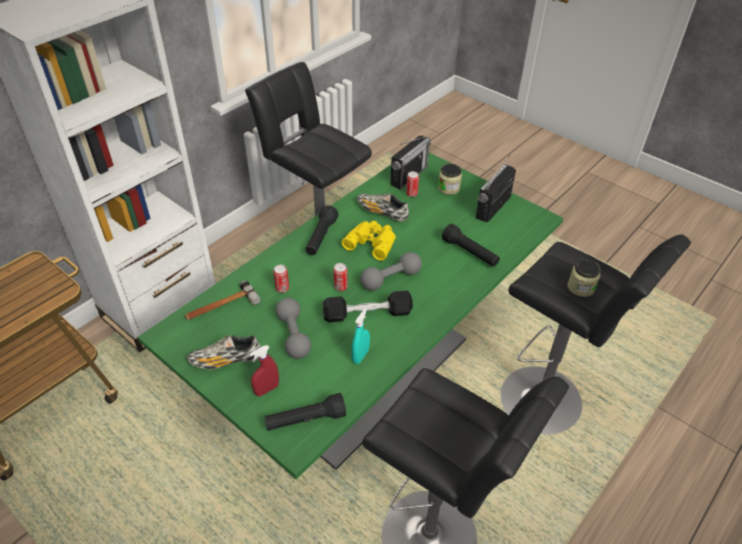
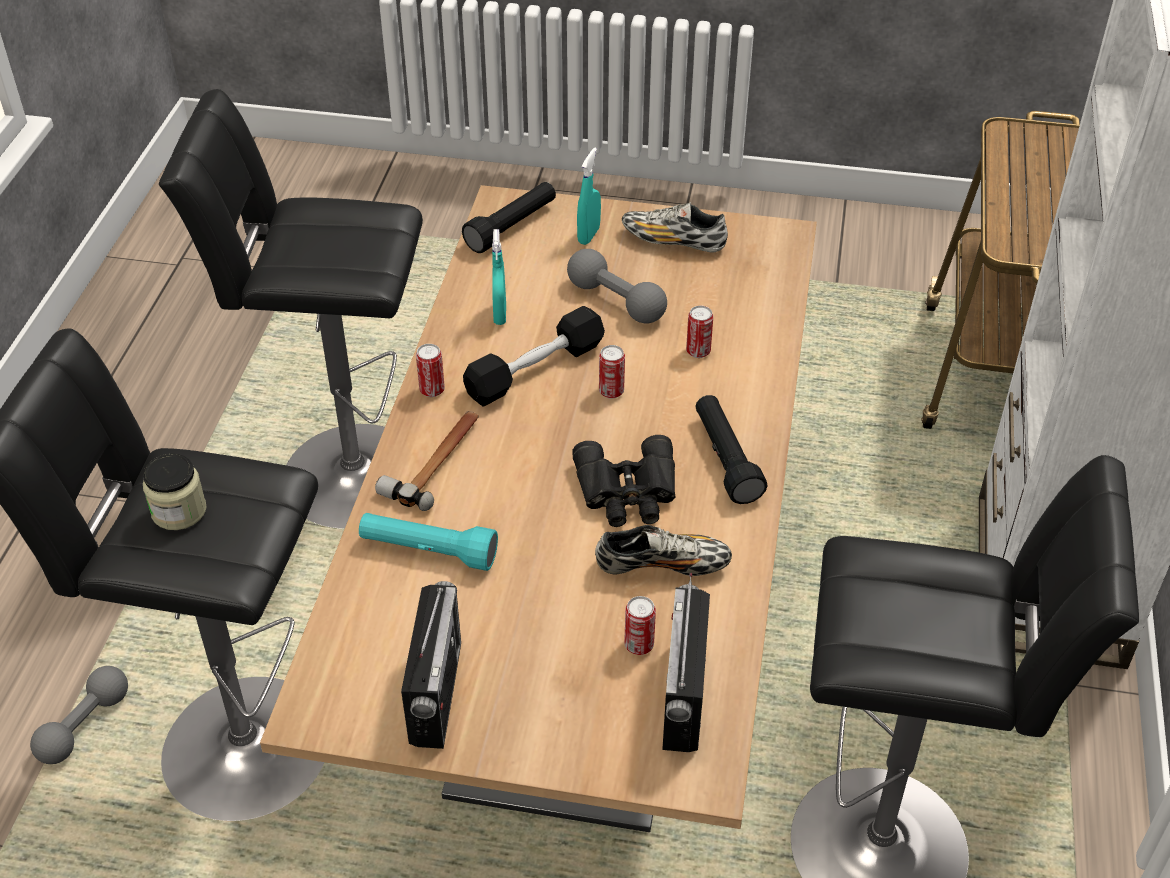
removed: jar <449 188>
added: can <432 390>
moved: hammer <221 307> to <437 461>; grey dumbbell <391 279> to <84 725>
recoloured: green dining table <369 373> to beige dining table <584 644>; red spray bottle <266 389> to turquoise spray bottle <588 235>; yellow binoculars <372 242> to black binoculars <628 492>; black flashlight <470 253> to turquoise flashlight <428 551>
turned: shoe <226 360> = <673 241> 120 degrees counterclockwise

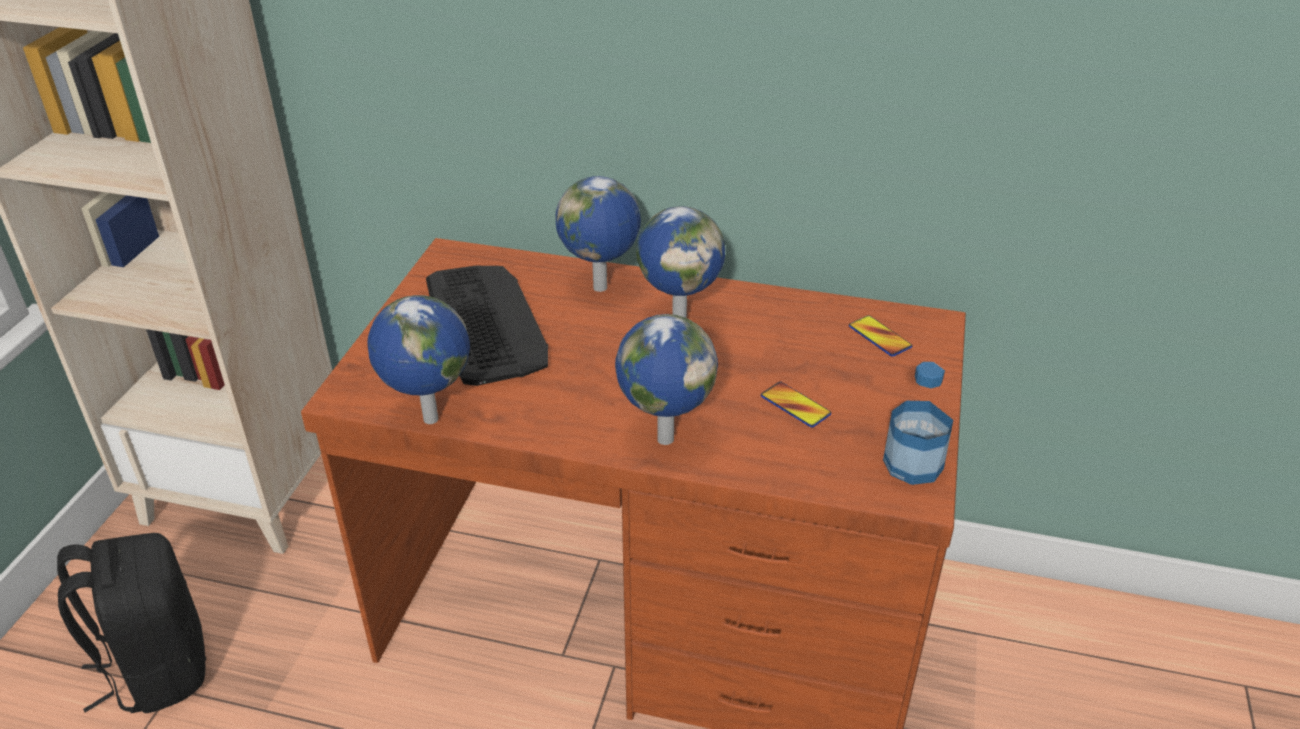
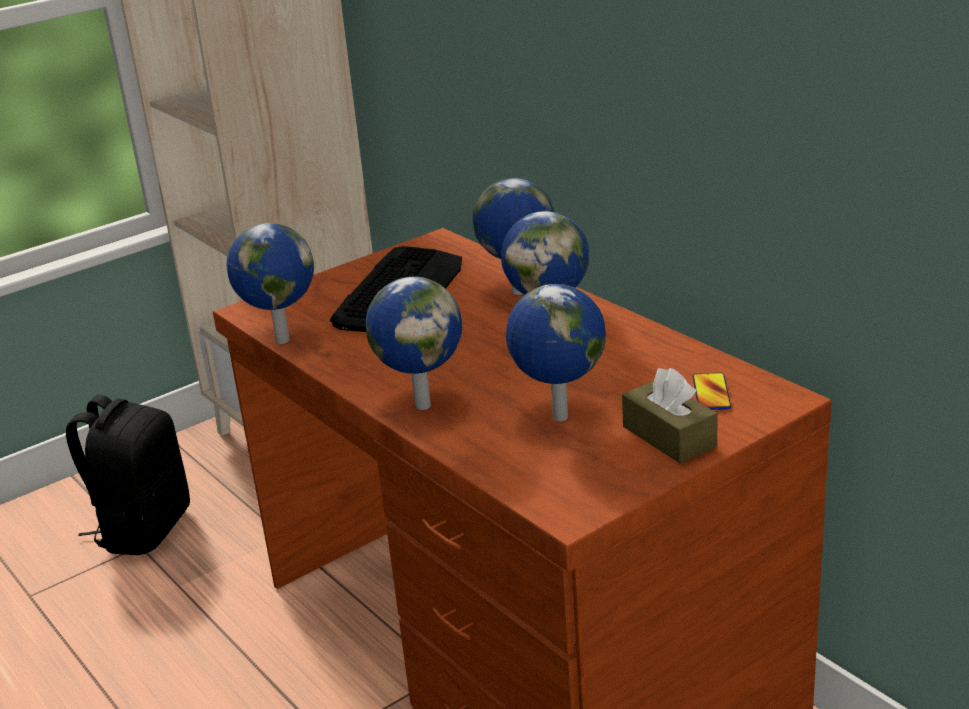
removed: bottle <913 464>
added: brown tissue box <669 437>
replaced: phone <795 405> to globe <558 417>

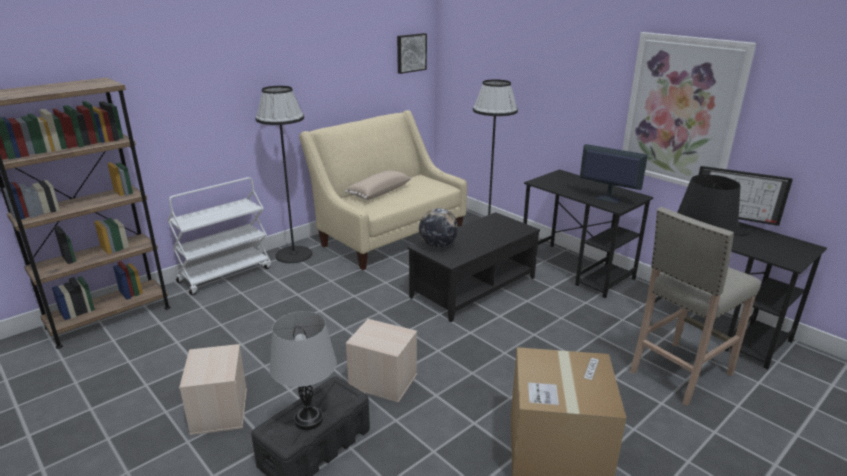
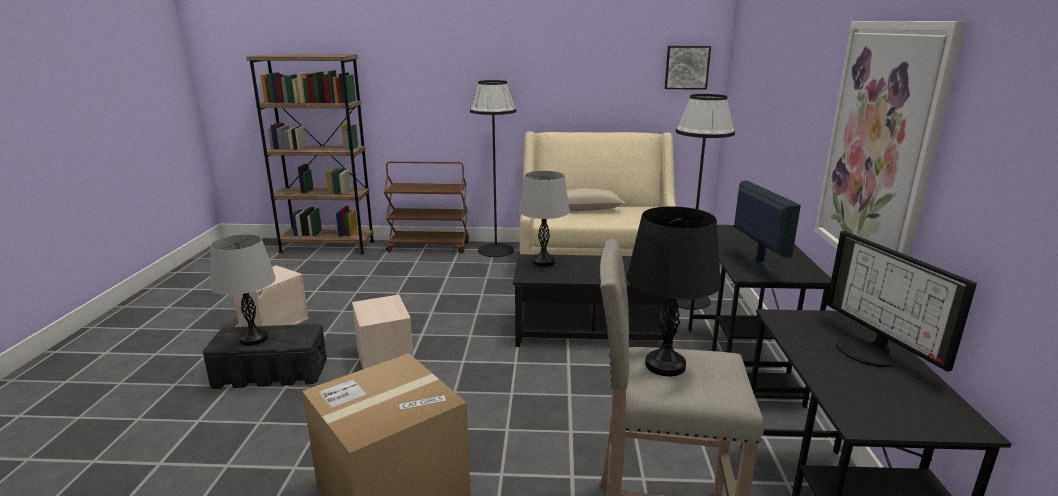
replaced: globe <438 245> to grey table lamp <543 262>
recoloured: white cart <225 274> to brown cart <429 246>

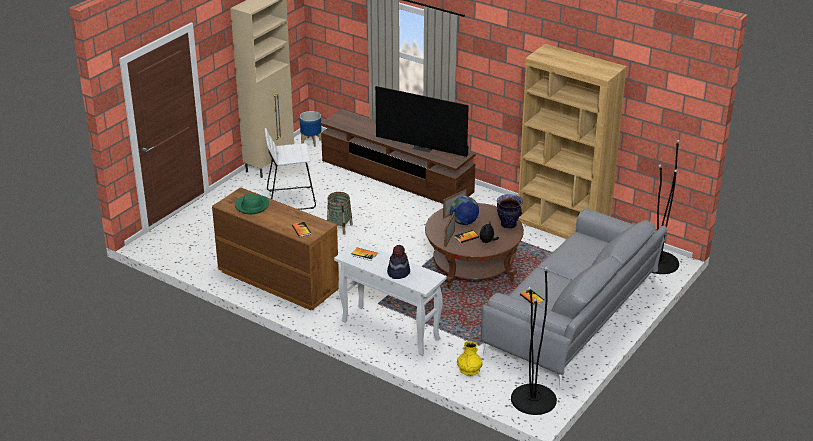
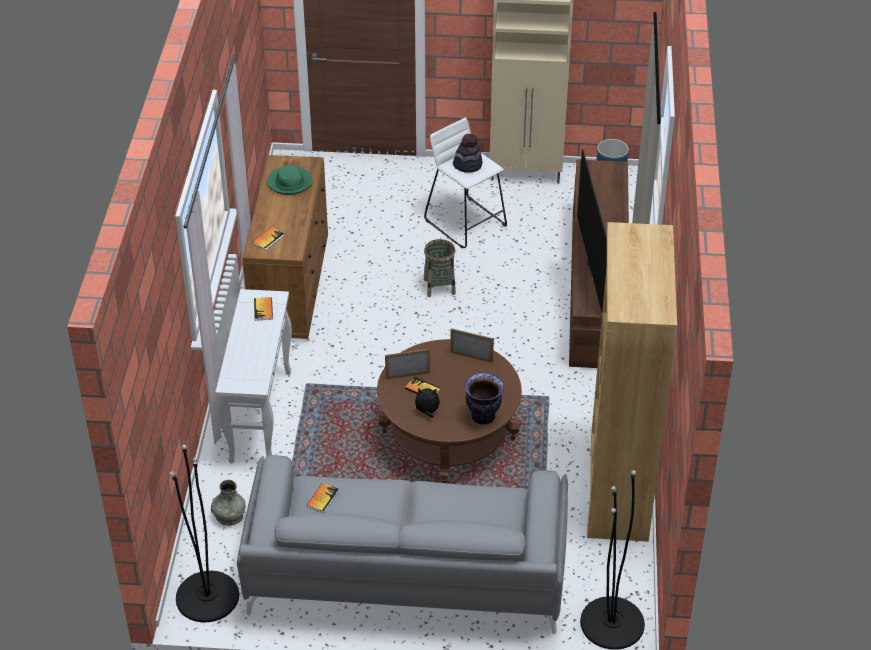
removed: globe <464 222>
moved: hat <398 272> to <467 165>
recoloured: yellow vase <469 370> to grey vase <229 515>

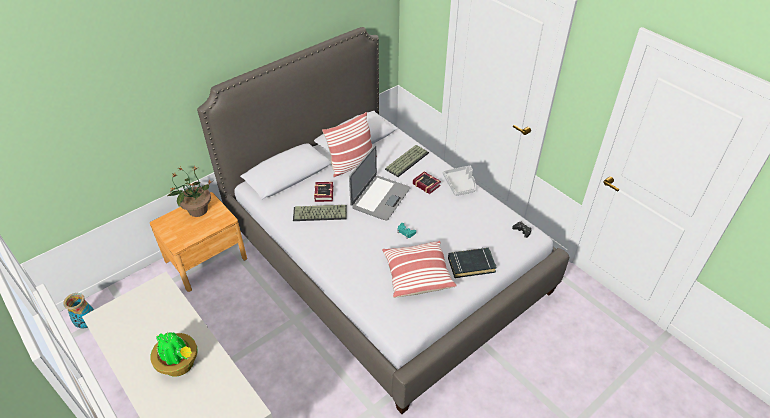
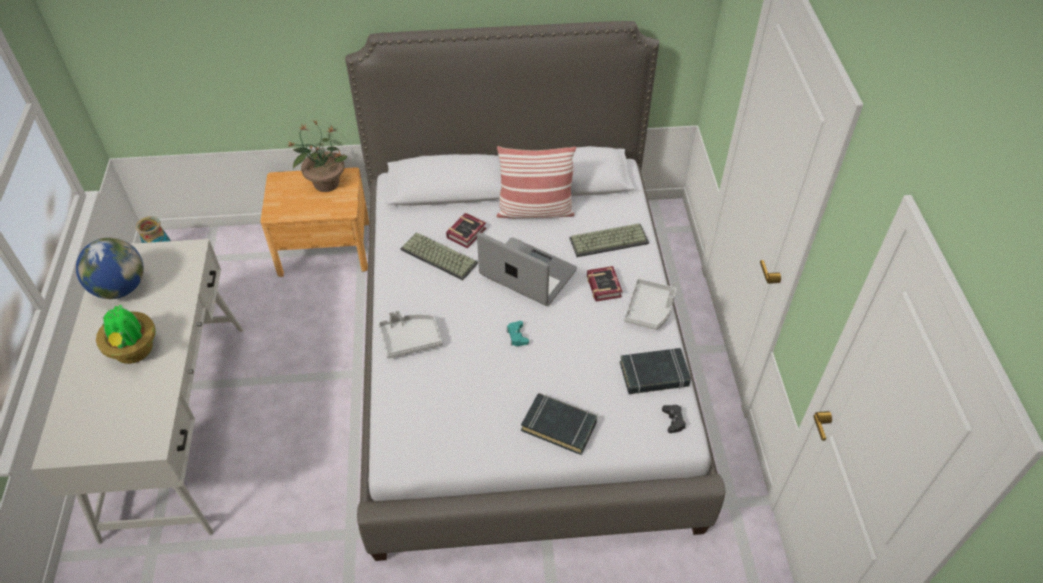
removed: pillow <417 275>
added: globe <120 288>; grey tray <410 339>; black book <654 375>
turned: laptop <380 198> = <527 274> 120 degrees counterclockwise

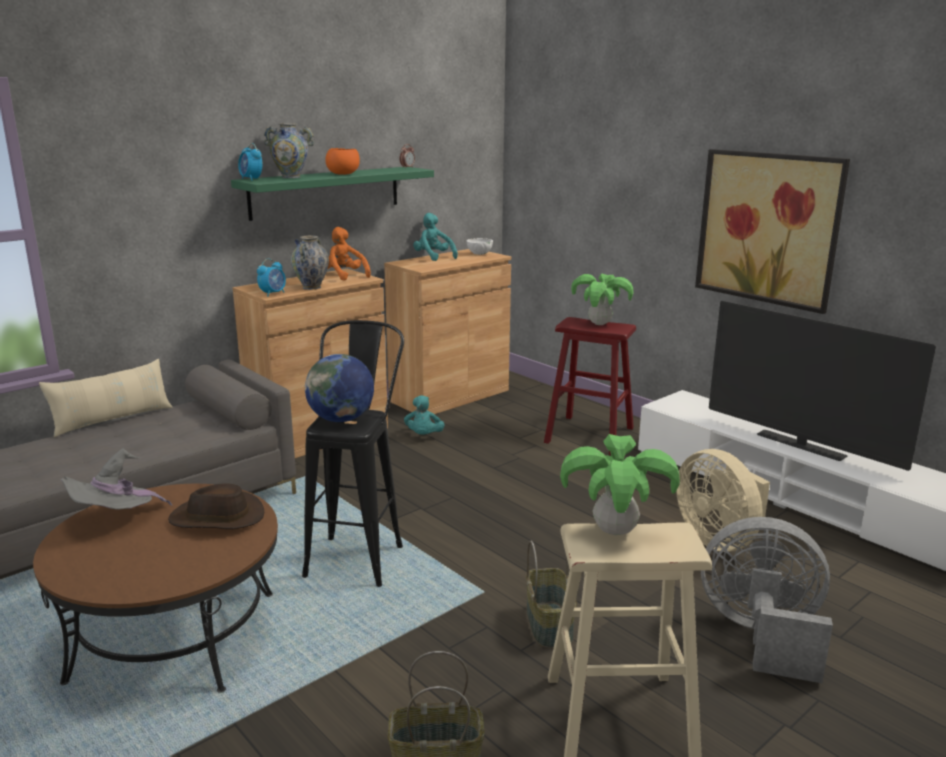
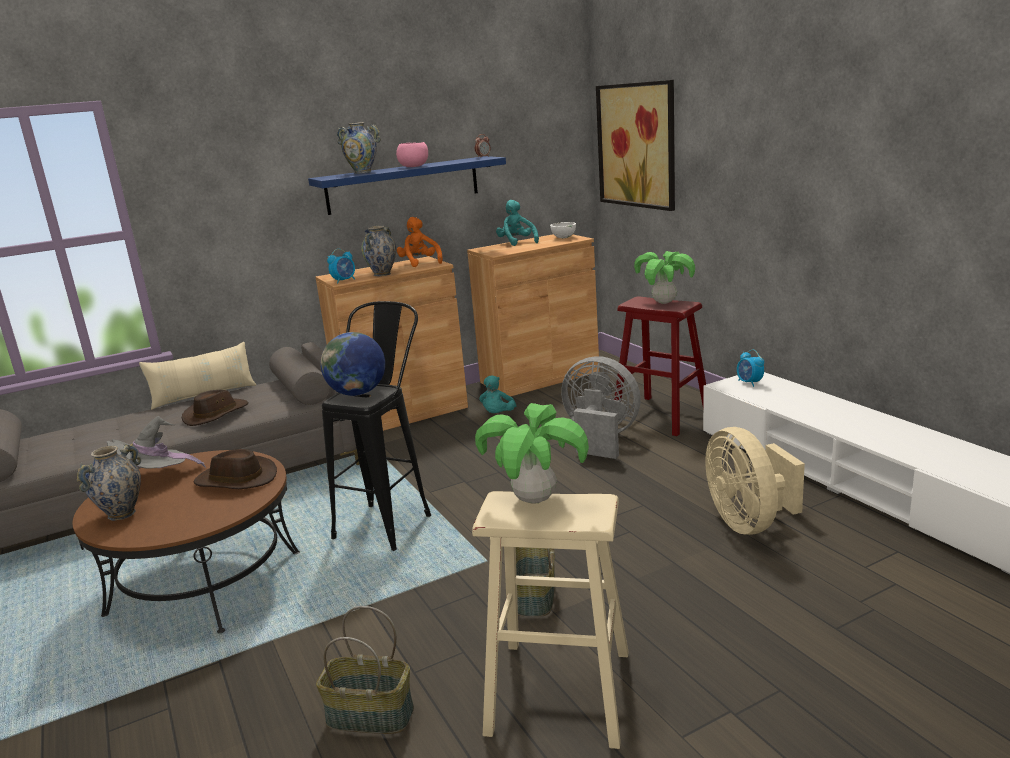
removed: television <800 445>
added: vase <121 514>; brown hat <216 414>
moved: alarm clock <251 179> to <749 383>; picture <768 228> to <636 145>; grey fan <761 636> to <600 439>
recoloured: green shelf <326 192> to blue shelf <403 185>; orange bowl <344 174> to pink bowl <414 166>

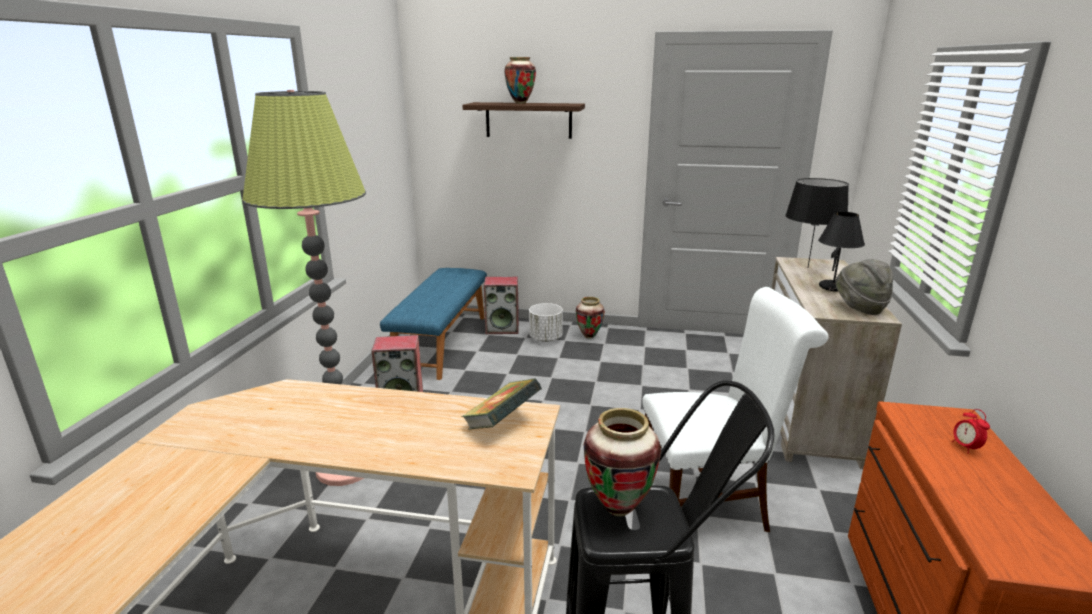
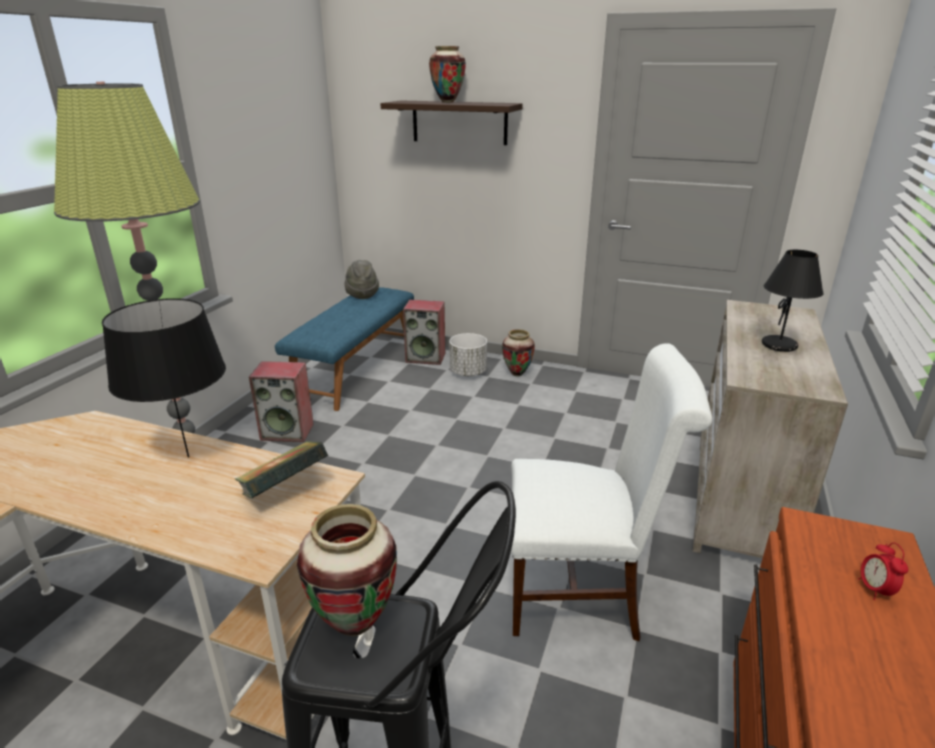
moved: black table lamp <807 267> to <189 456>; grey hat <859 308> to <362 294>

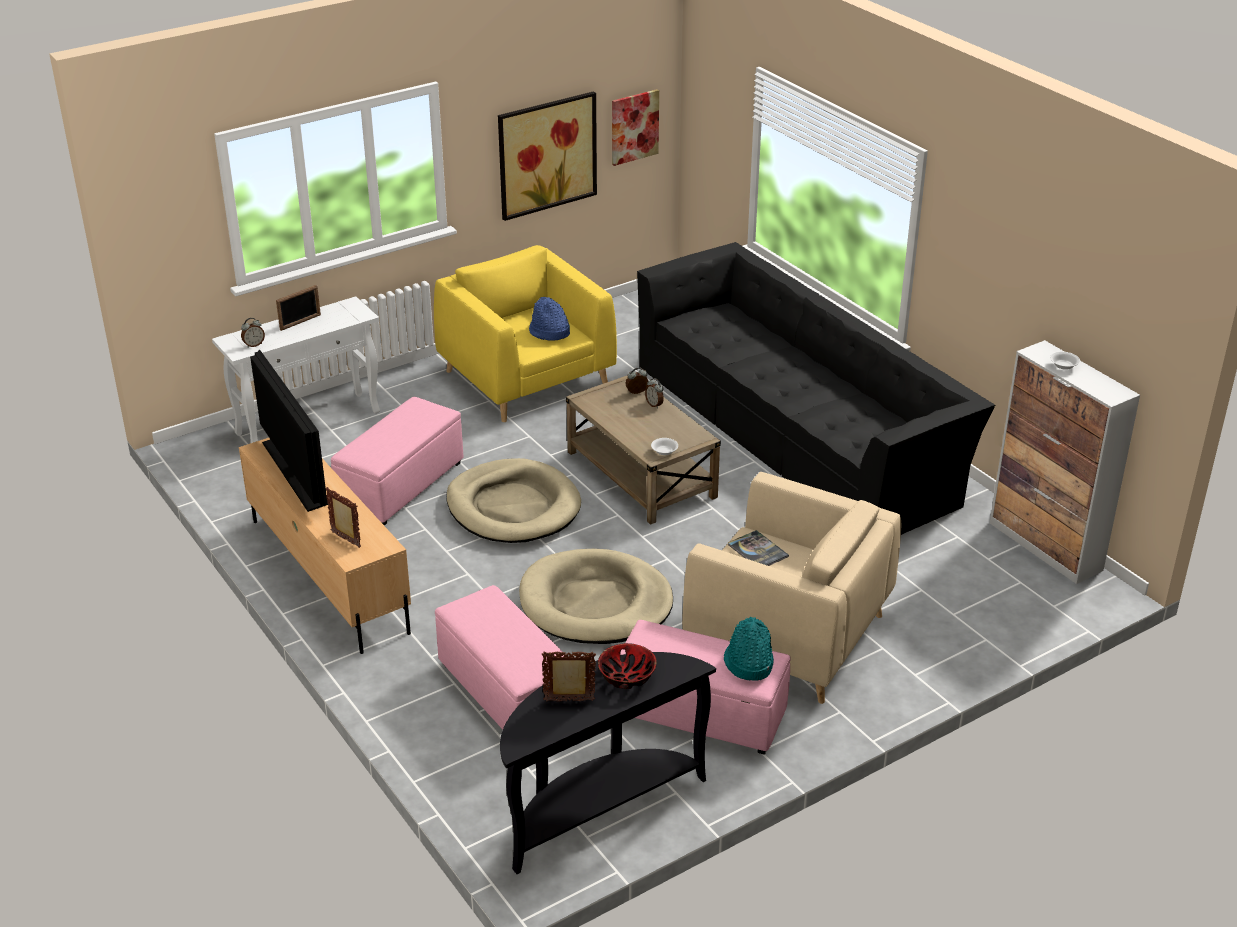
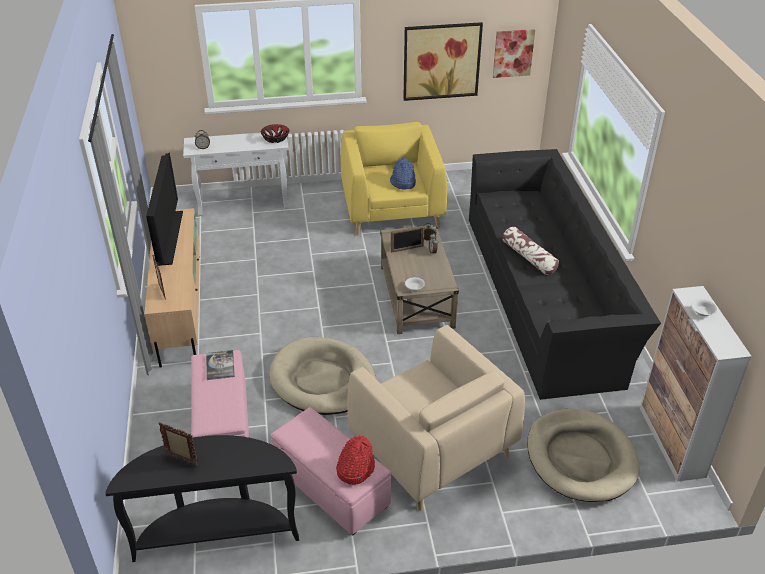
removed: pink ottoman <402 485>
added: pillow <529 257>
moved: picture frame <300 322> to <407 249>; beige dog bed <513 507> to <580 458>; bowl <626 676> to <275 138>; book <758 551> to <220 365>
recoloured: turquoise hat <748 663> to red hat <355 467>

